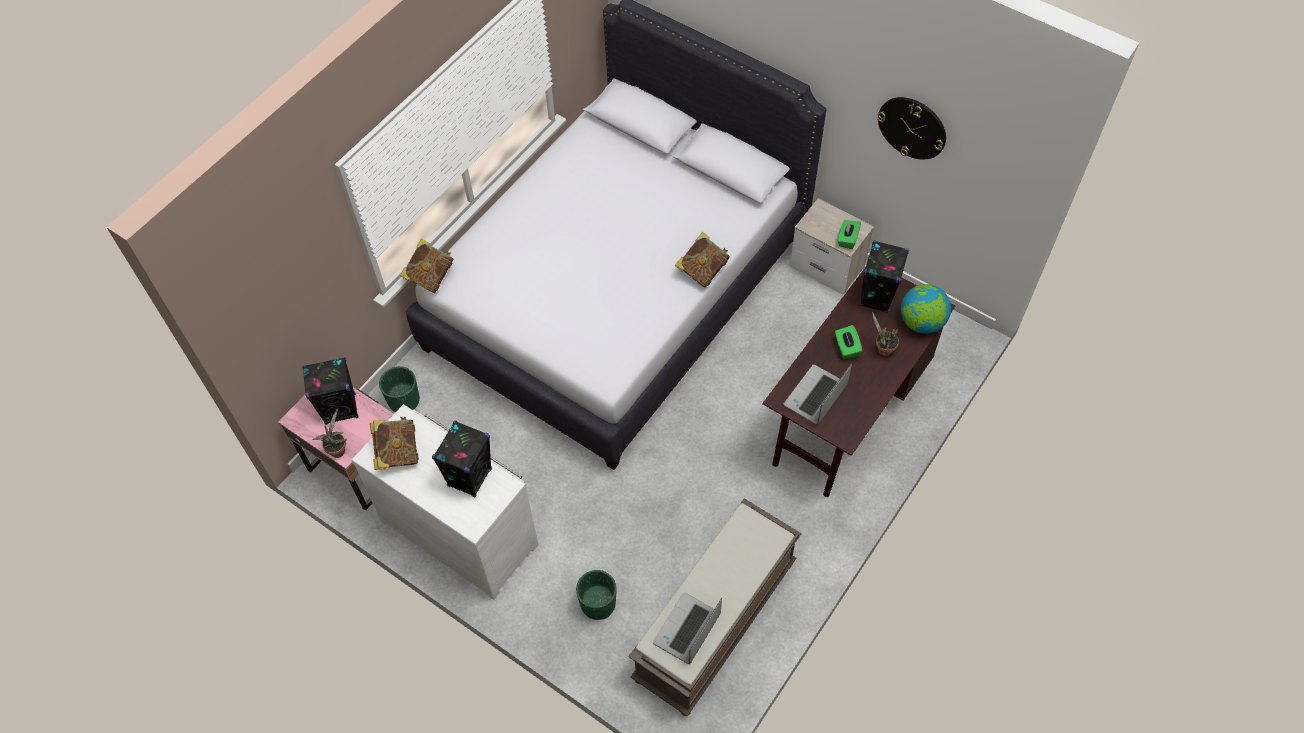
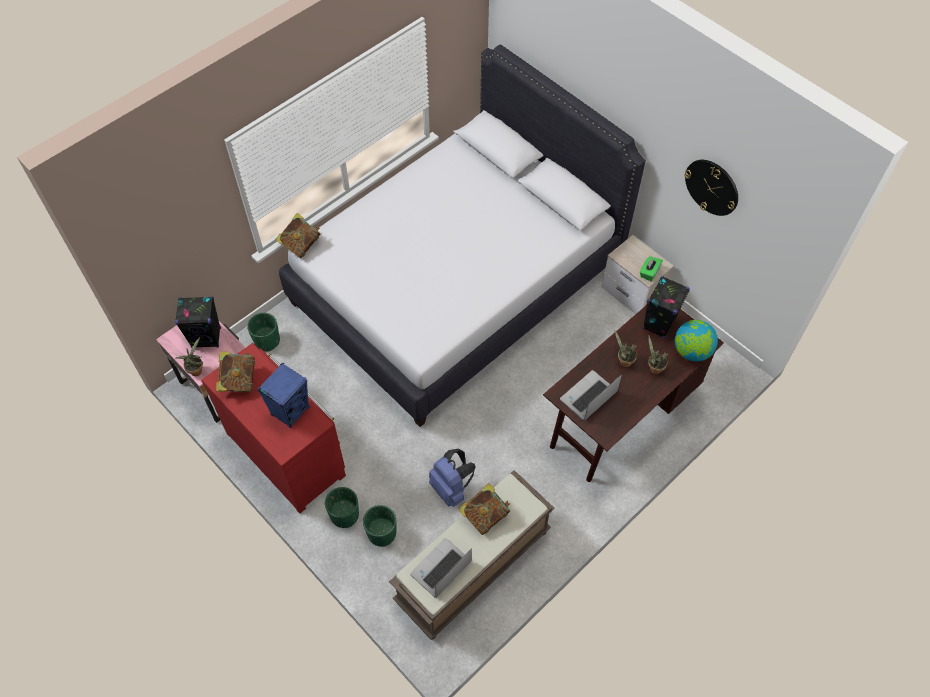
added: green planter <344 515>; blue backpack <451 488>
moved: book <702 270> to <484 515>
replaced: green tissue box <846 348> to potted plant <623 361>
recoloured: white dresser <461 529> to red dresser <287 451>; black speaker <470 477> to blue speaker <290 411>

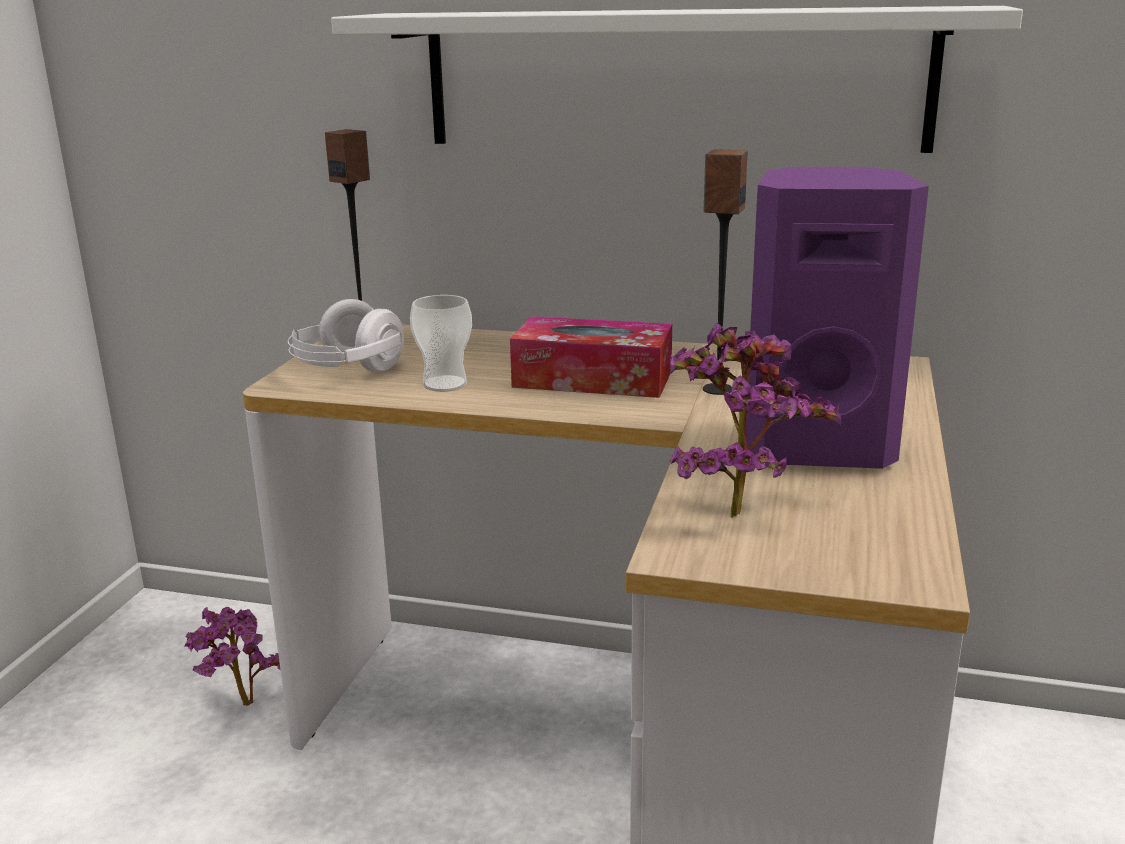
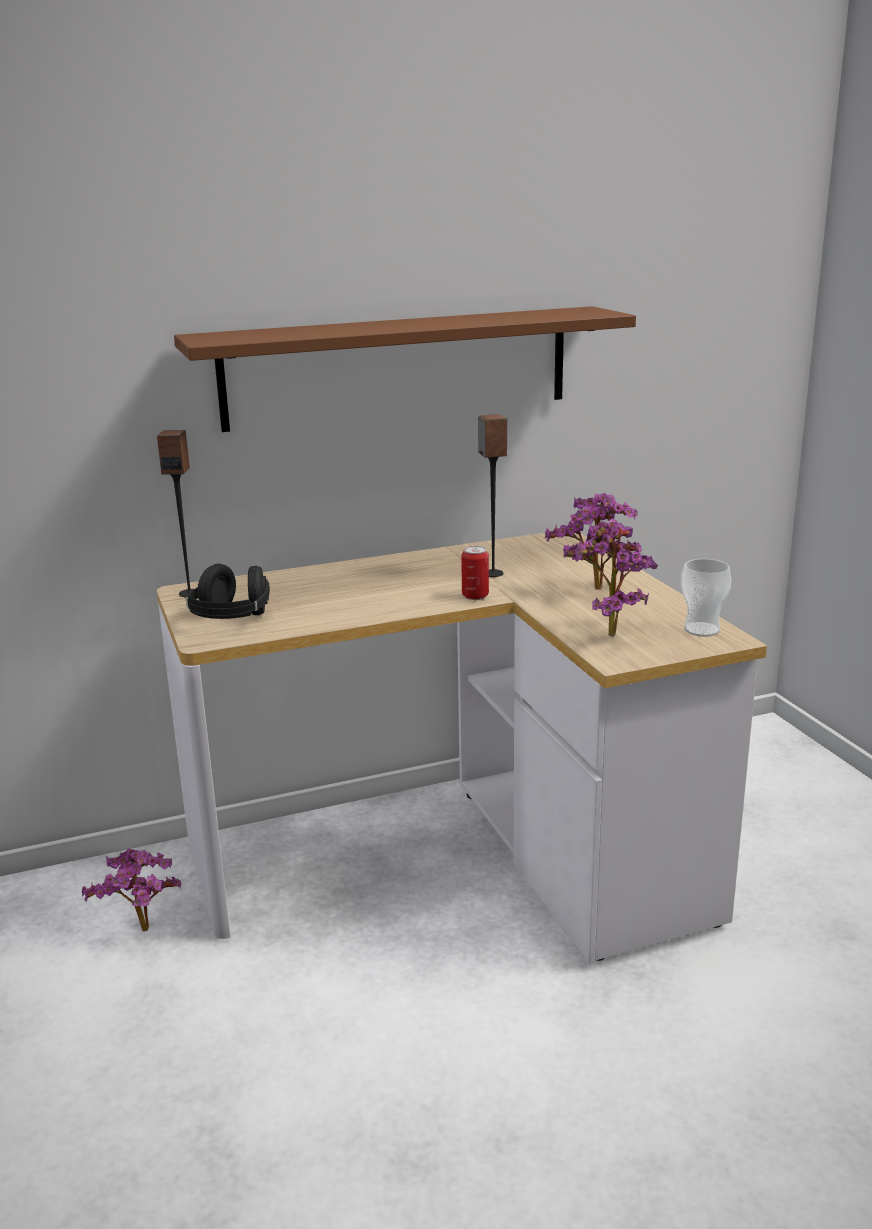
removed: tissue box <592 379>
added: can <475 596>
moved: cup <445 384> to <702 630>
replaced: purple speaker <817 447> to potted plant <595 591>
recoloured: white headphones <347 370> to black headphones <232 619>; white shelf <671 80> to brown shelf <398 367>

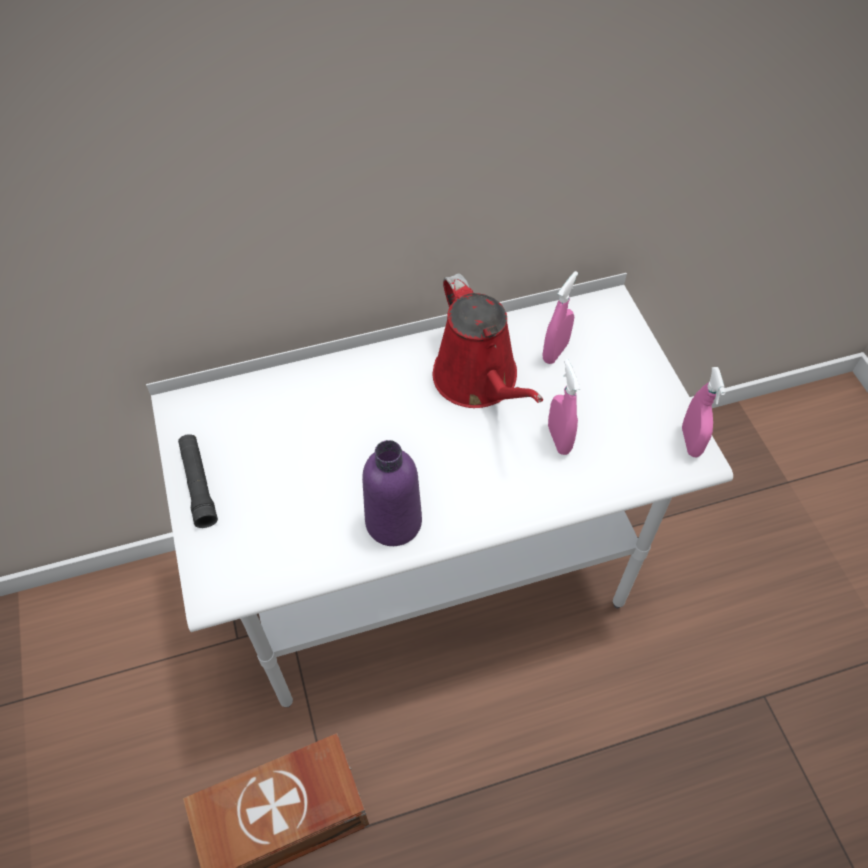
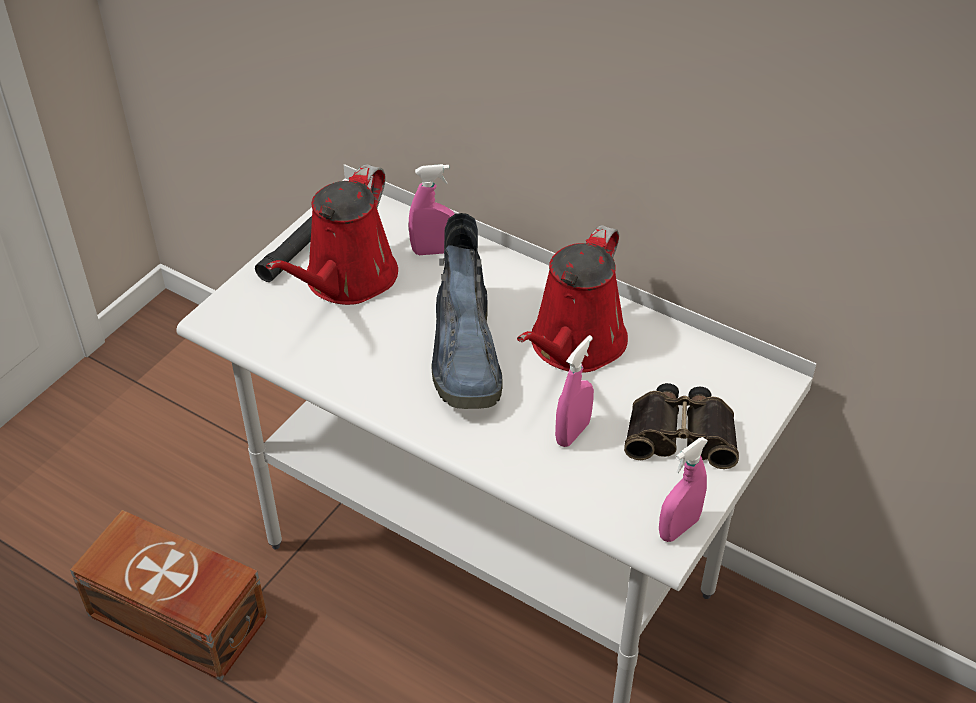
removed: purple bottle <393 522>
added: red watering can <346 280>; boot <466 355>; binoculars <681 433>
moved: pink spray bottle <555 352> to <433 251>

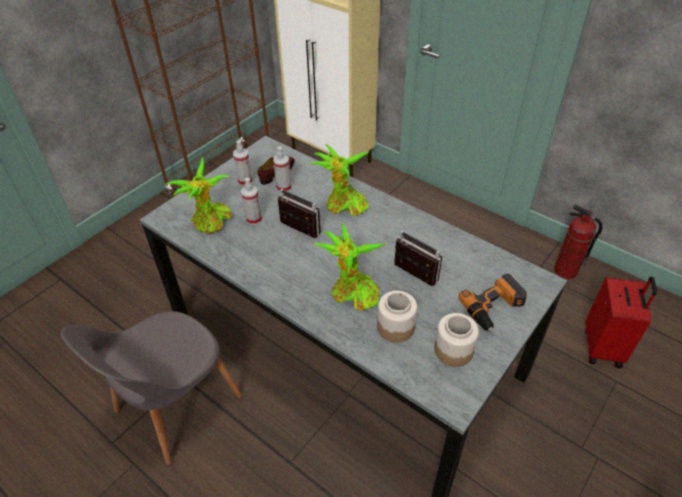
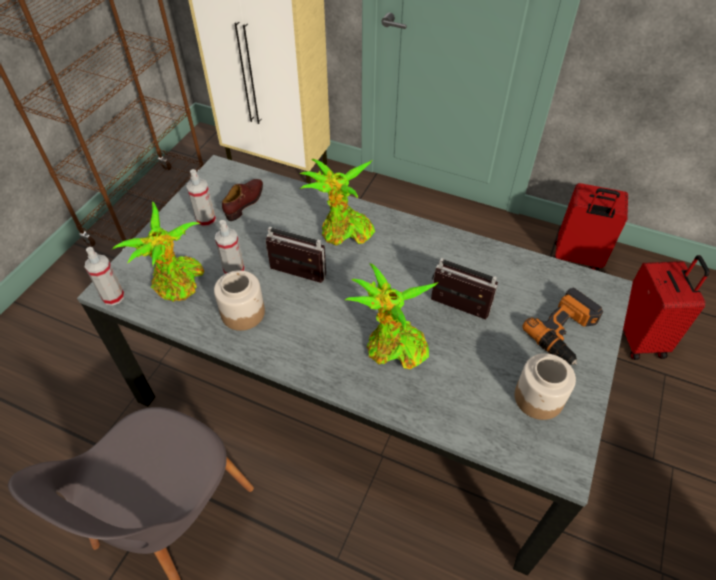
moved: spray bottle <284 187> to <113 297>; jar <395 327> to <243 312>
replaced: fire extinguisher <565 271> to red suitcase <576 258>

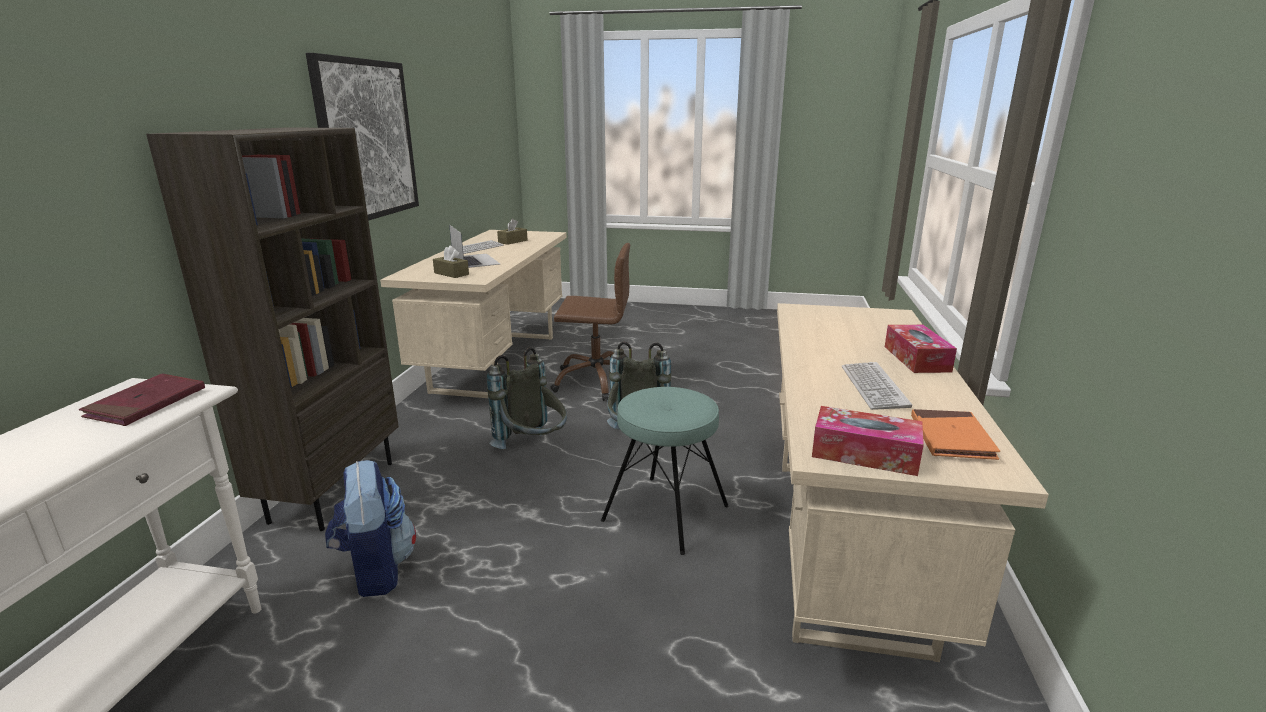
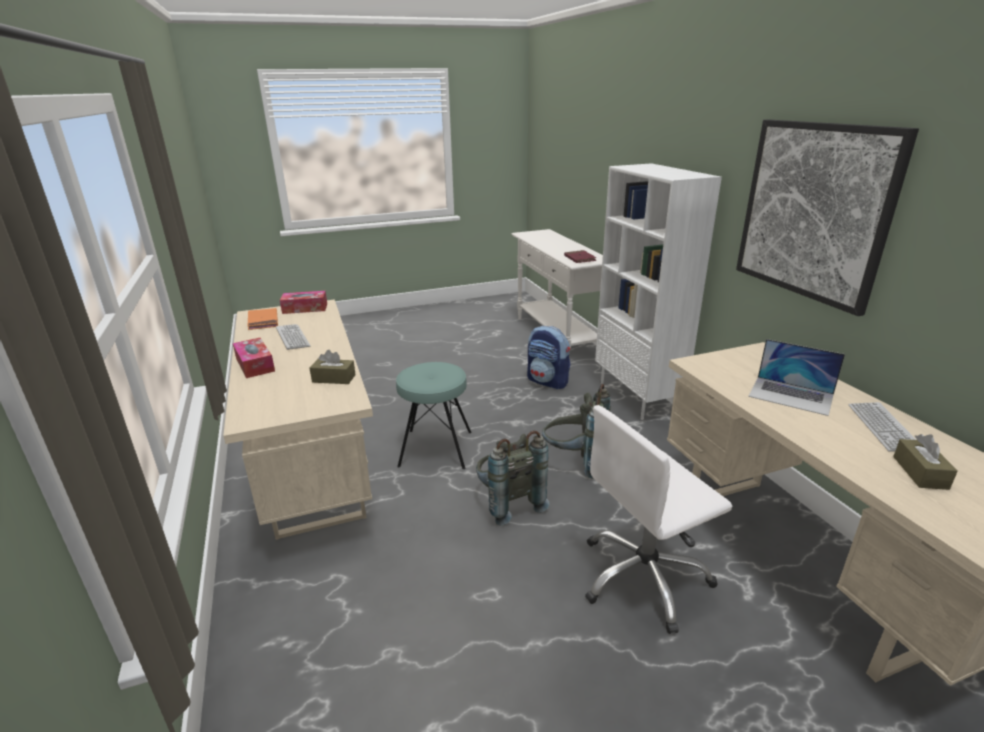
moved: brown tissue box <451 274> to <334 378>
recoloured: brown bookcase <333 490> to white bookcase <637 397>; brown office chair <597 381> to white office chair <644 577>

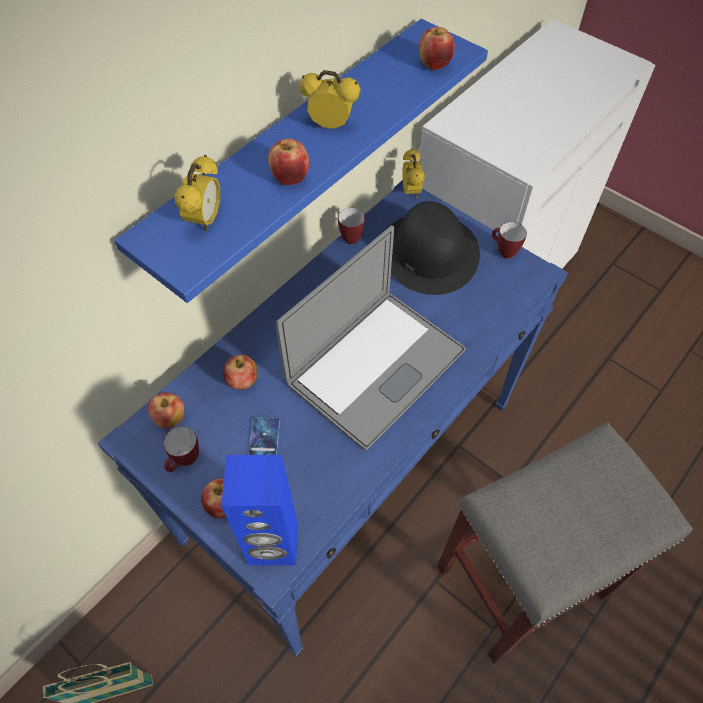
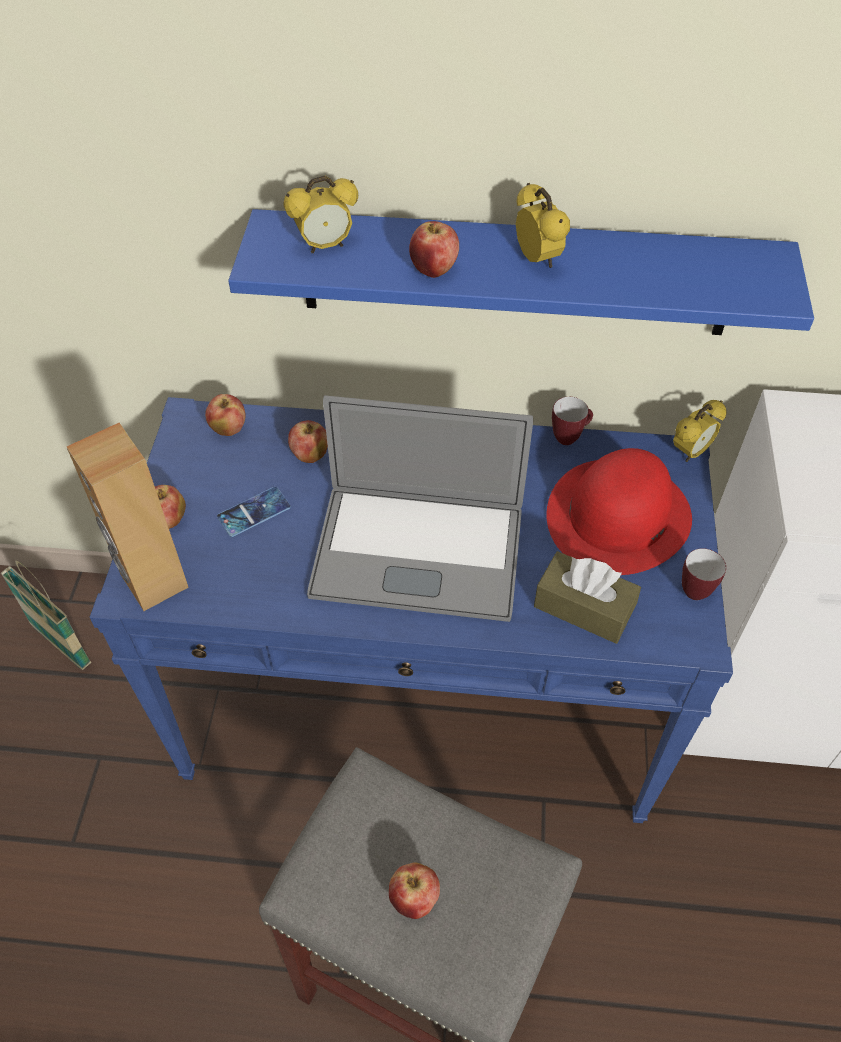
removed: mug <185 462>
added: brown tissue box <583 607>
moved: apple <434 65> to <414 899>
recoloured: blue speaker <273 544> to brown speaker <153 581>; black hat <428 252> to red hat <618 515>

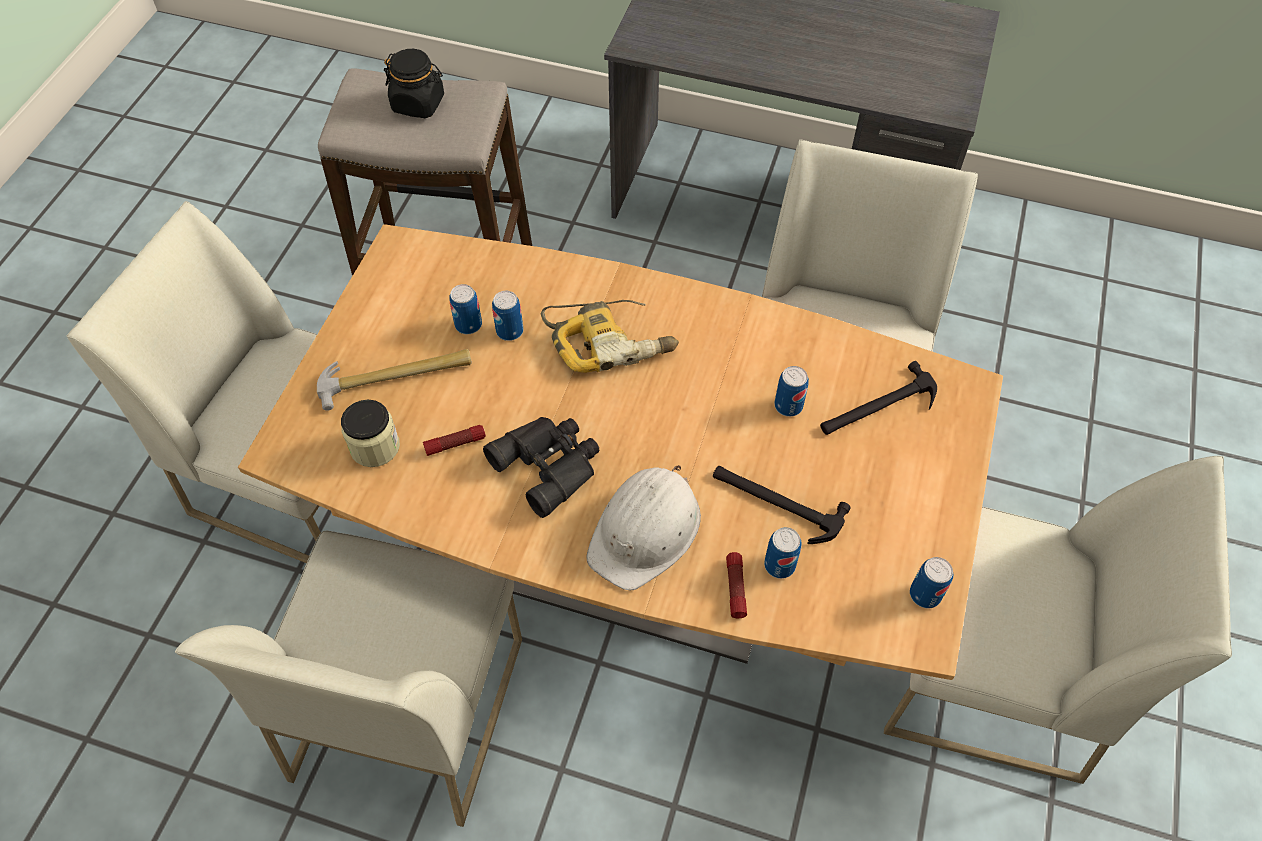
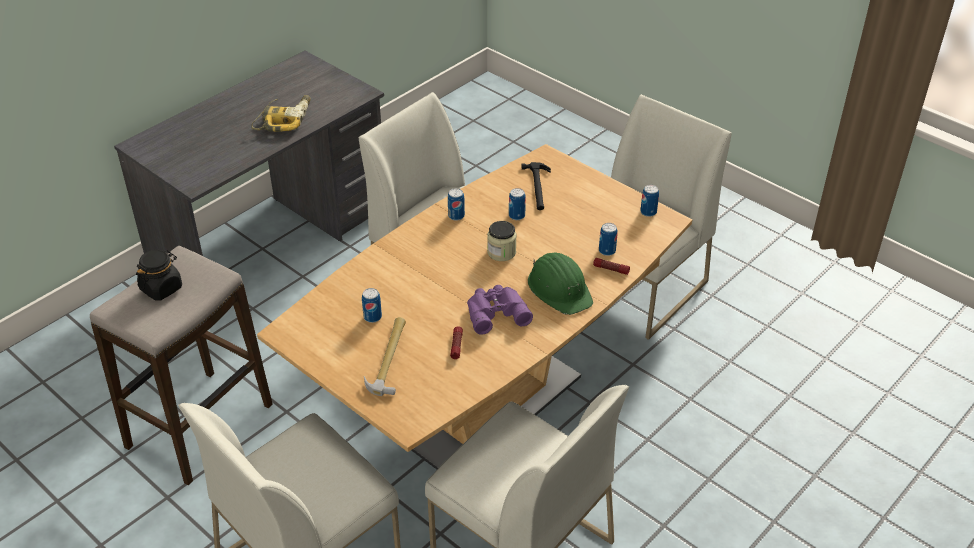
removed: hammer <776 503>
moved: jar <375 447> to <501 252>; can <509 331> to <456 216>; power drill <610 340> to <283 119>
recoloured: black binoculars <549 464> to purple binoculars <495 312>; white hard hat <646 530> to green hard hat <559 289>

